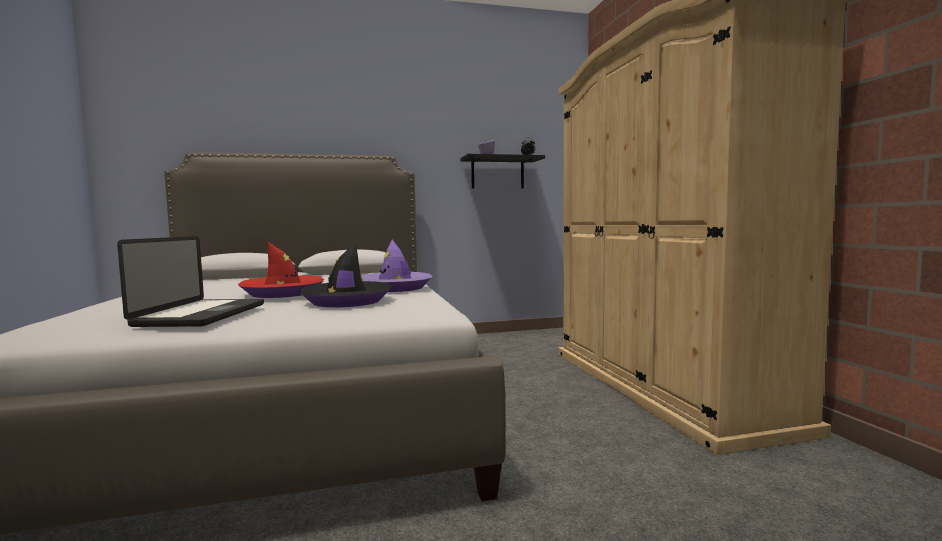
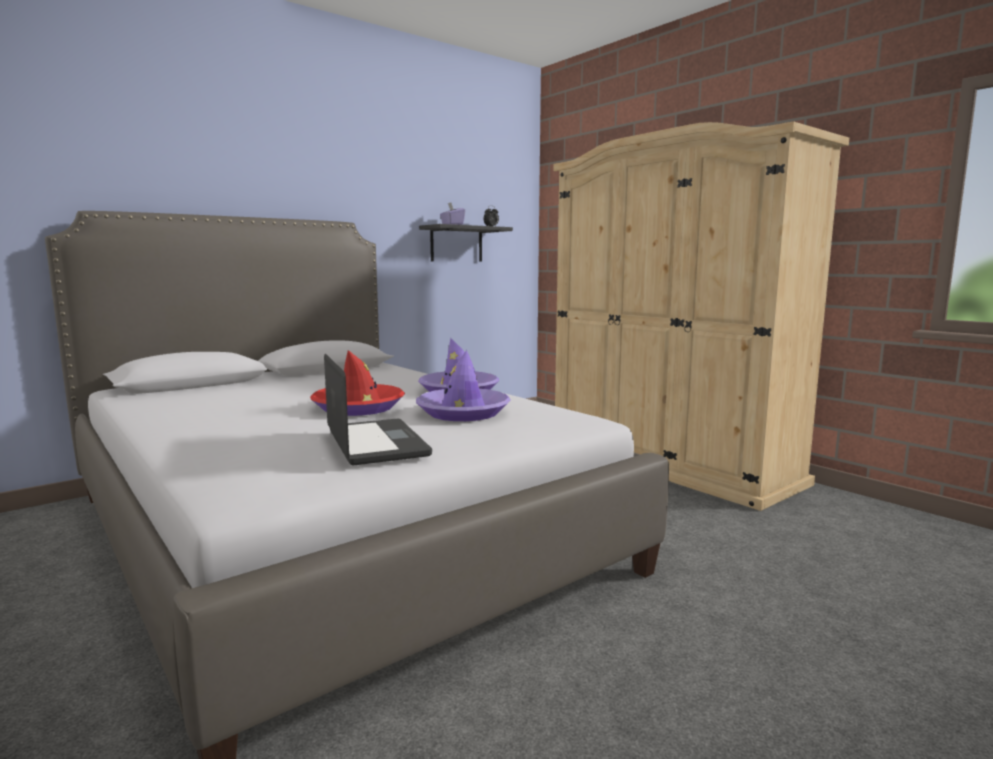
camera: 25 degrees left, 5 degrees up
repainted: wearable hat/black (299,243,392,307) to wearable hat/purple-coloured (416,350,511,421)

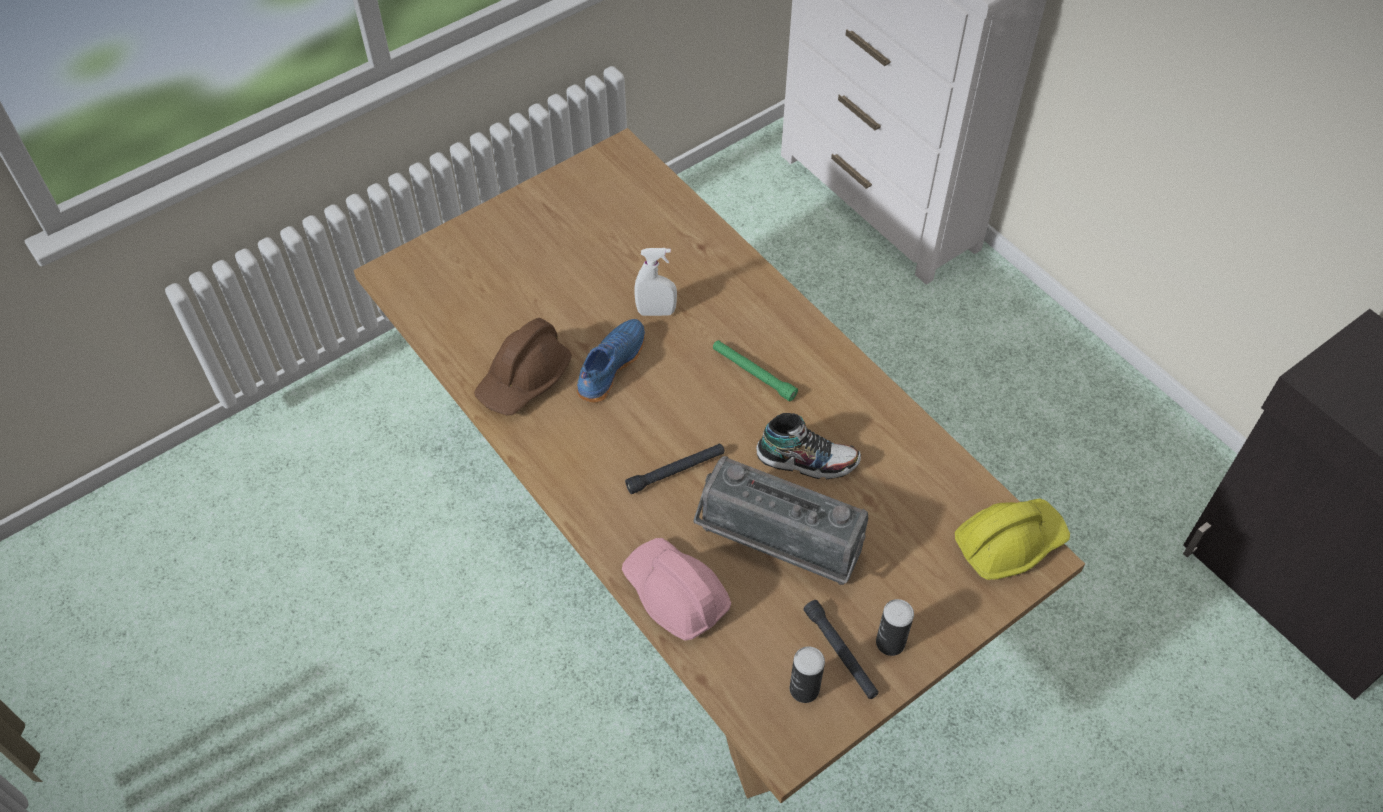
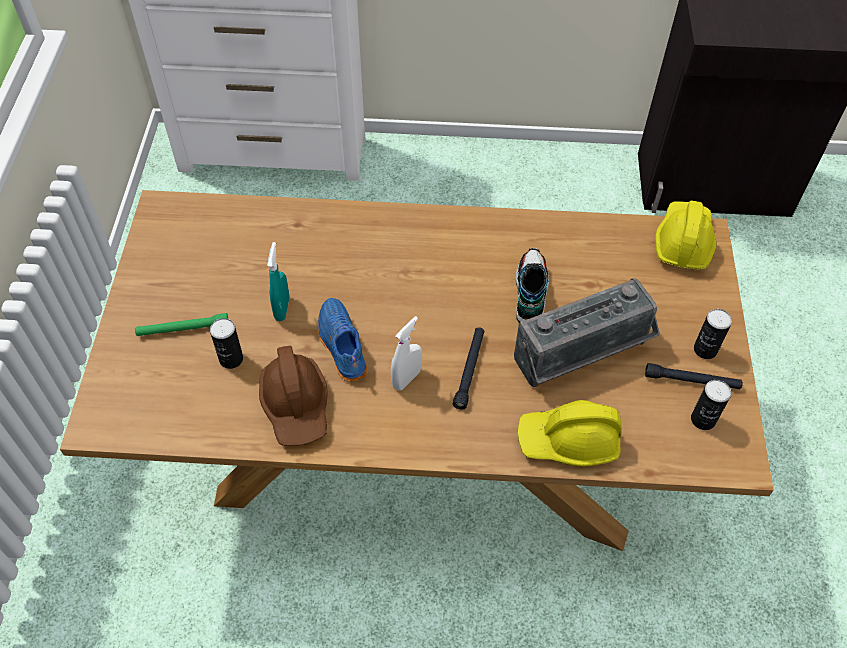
camera: 50 degrees left, 0 degrees up
new: spray bottle/blue-green (267,242,289,321); sealed can (210,318,243,369)
shifted: spray bottle/white-coloured (634,248,677,316) to (391,316,422,390); torch/green (713,340,798,401) to (135,313,228,336)
repainted: safety helmet/pinkish (622,538,731,641) to safety helmet/yellow-coloured (517,400,622,467)
rotated: low shoe (756,413,861,480) = (516,248,549,323) 45 degrees counterclockwise

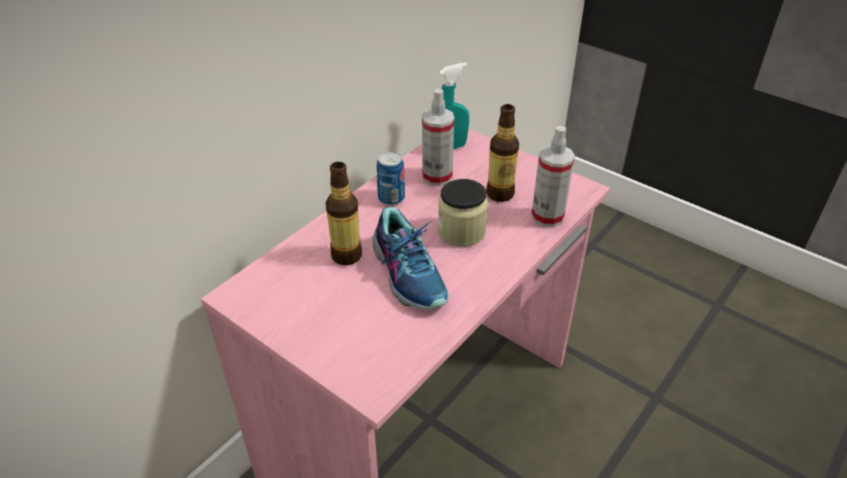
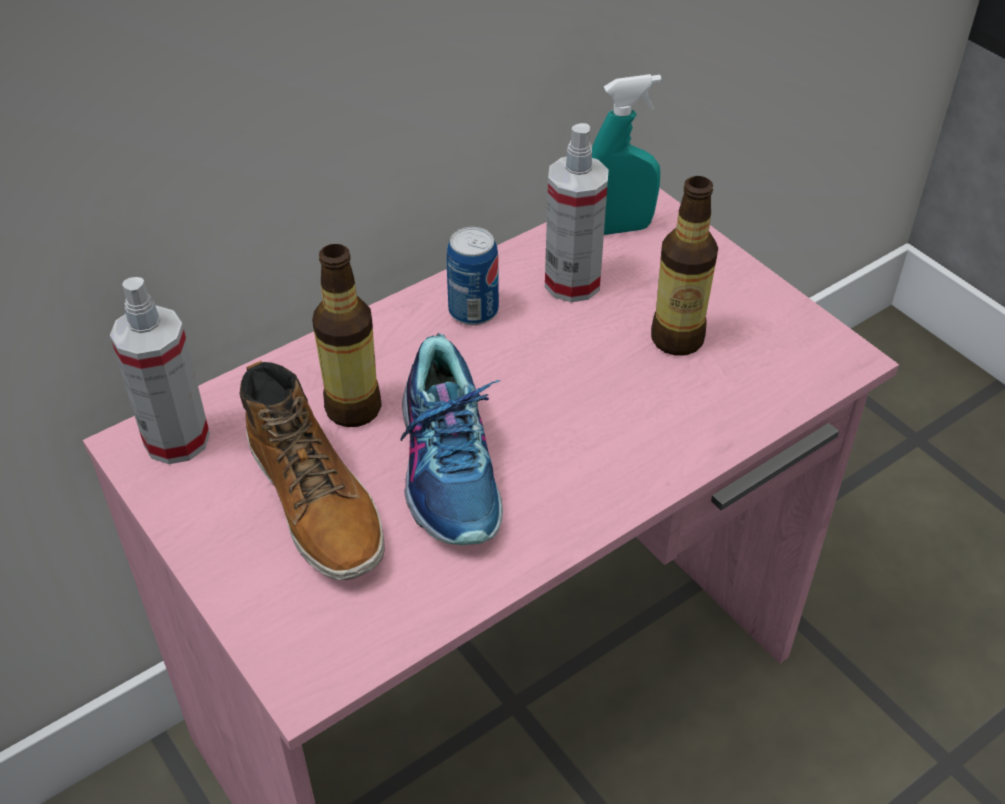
camera: 15 degrees right, 5 degrees up
gone: preserve jar (438,179,488,247)
new: boot (240,361,385,580)
shifted: spray bottle (531,126,575,227) to (110,277,210,464)

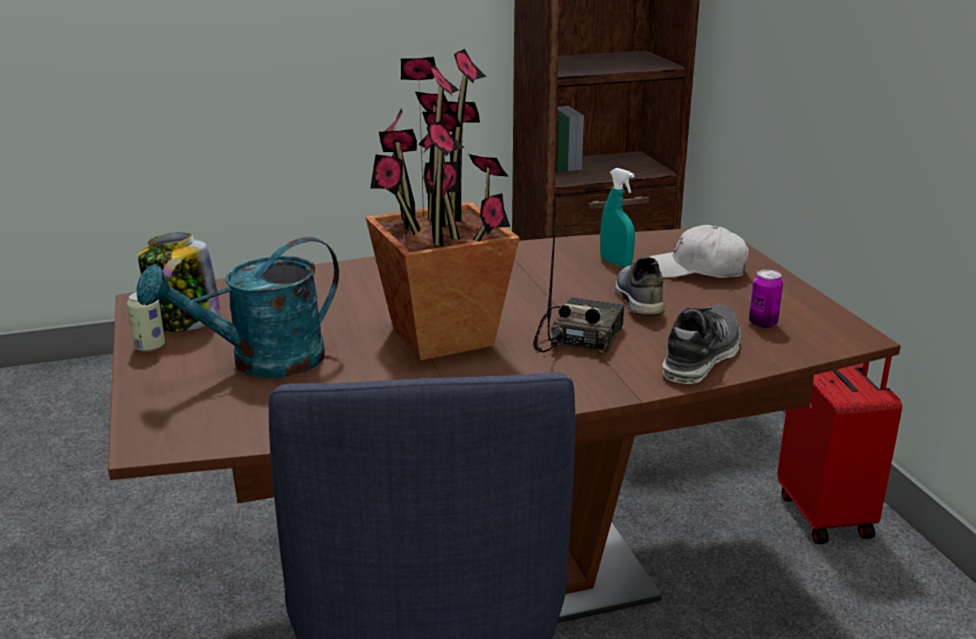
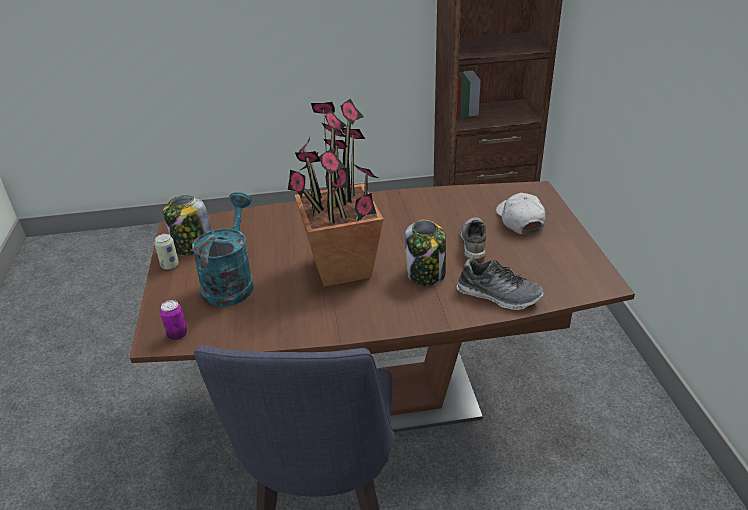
camera: 10 degrees right, 10 degrees up
gone: spray bottle/blue-green (600,168,635,267); suitcase/reddish (777,356,902,544)
shifted: sealed can (749,269,783,329) to (160,300,187,340)
swapped: radio set (533,225,625,355) to preserve jar (405,220,446,286)
rotated: peaked cap/white-coloured (650,224,749,278) = (496,193,546,234) 60 degrees clockwise; watering pot/blue-green (136,237,339,378) = (192,192,254,307) 120 degrees clockwise; low shoe (662,305,741,384) = (456,258,544,310) 75 degrees clockwise

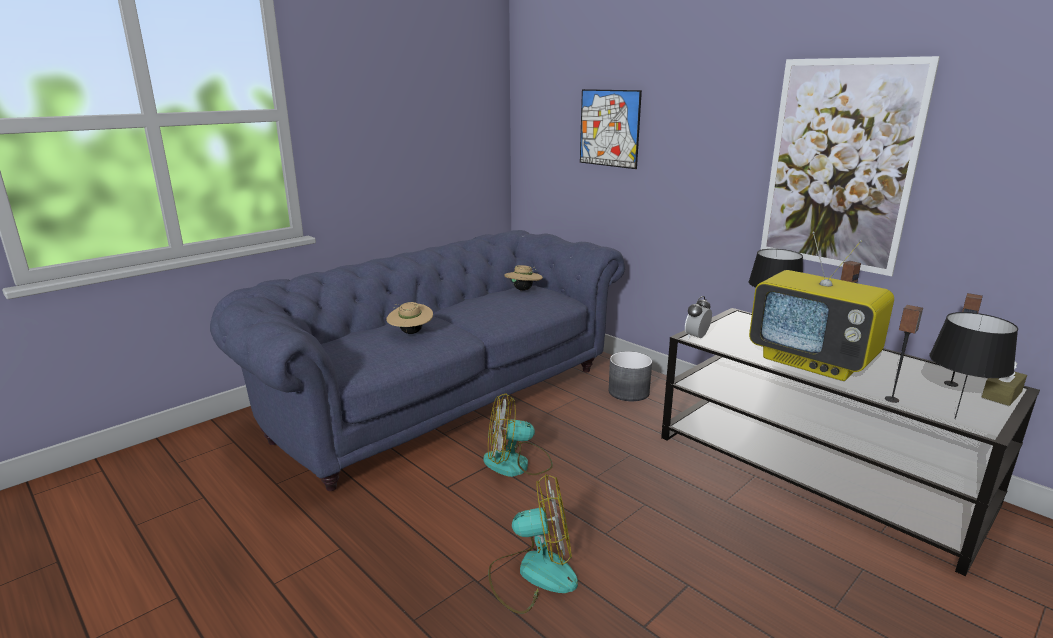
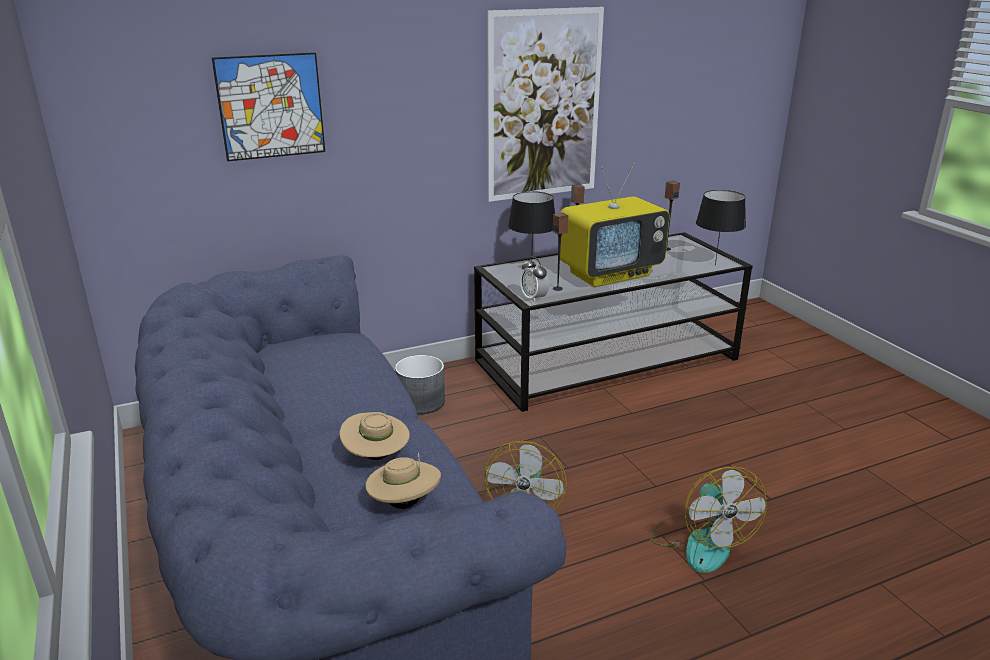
camera: 70 degrees left, 5 degrees up
gone: tissue holder/brown-coloured (982,361,1027,406)
shifted: wearable hat/beige (504,265,543,291) to (366,452,441,509); loudspeaker (885,305,923,403) to (553,213,568,291)
rotated: electric fan (488,474,578,614) = (650,467,767,573) 150 degrees clockwise

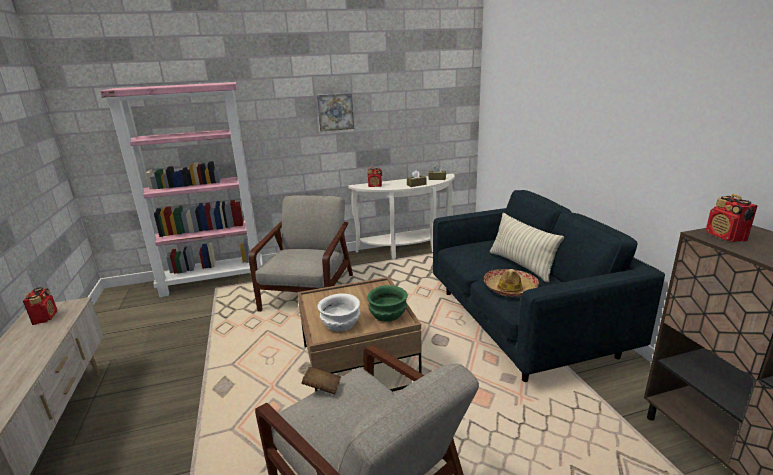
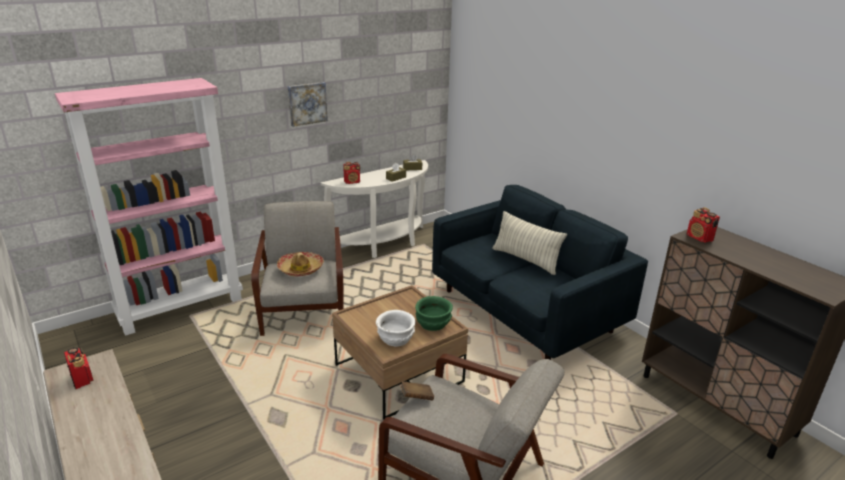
camera: 20 degrees left, 5 degrees up
shifted: wearable hat (484,269,539,297) to (277,252,324,277)

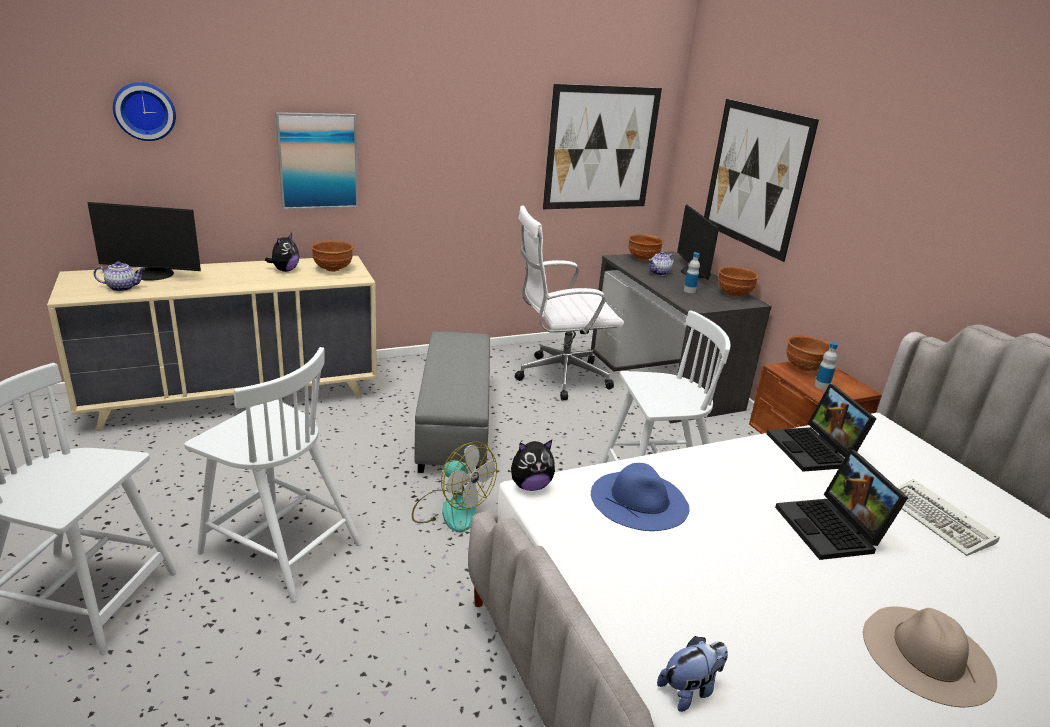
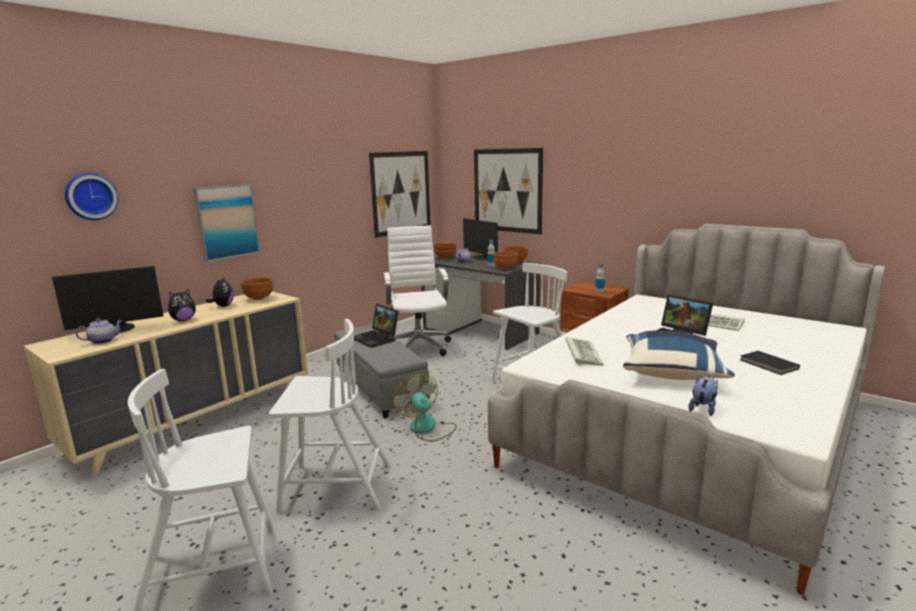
camera: 25 degrees left, 10 degrees down
new: pillow/blue-coloured (623,330,735,380)
shifted: bowl/brown-coloured (786,335,830,371) to (492,251,518,269); laptop (767,384,877,472) to (354,304,399,348); cuddly toy (511,440,555,491) to (168,289,196,321)
swapped: wearable hat/blue-coloured (591,463,690,531) to PC keyboard (566,337,604,366); wearable hat/beige (863,607,997,707) to book/black (740,351,800,375)
rotated: computer chair/white-coloured (515,206,624,400) = (383,225,451,356) 120 degrees clockwise; electric fan (412,441,497,532) = (393,374,457,442) 135 degrees counterclockwise

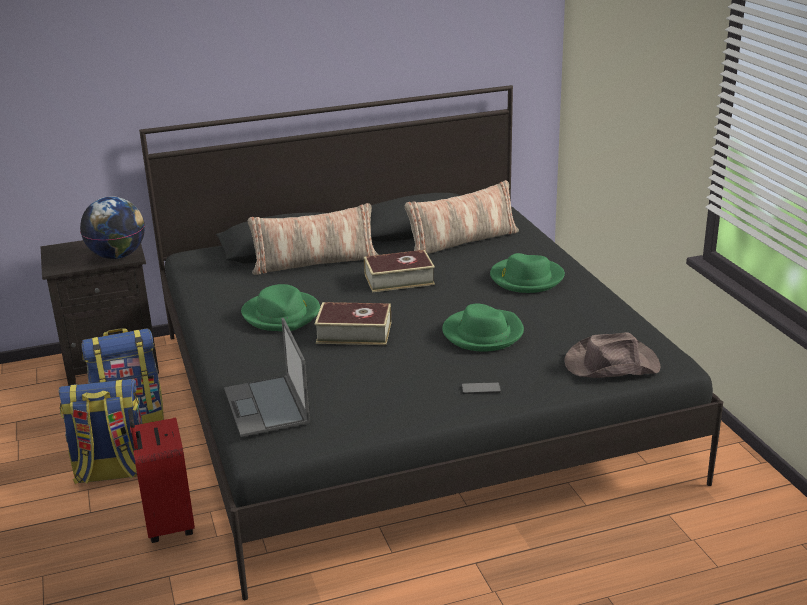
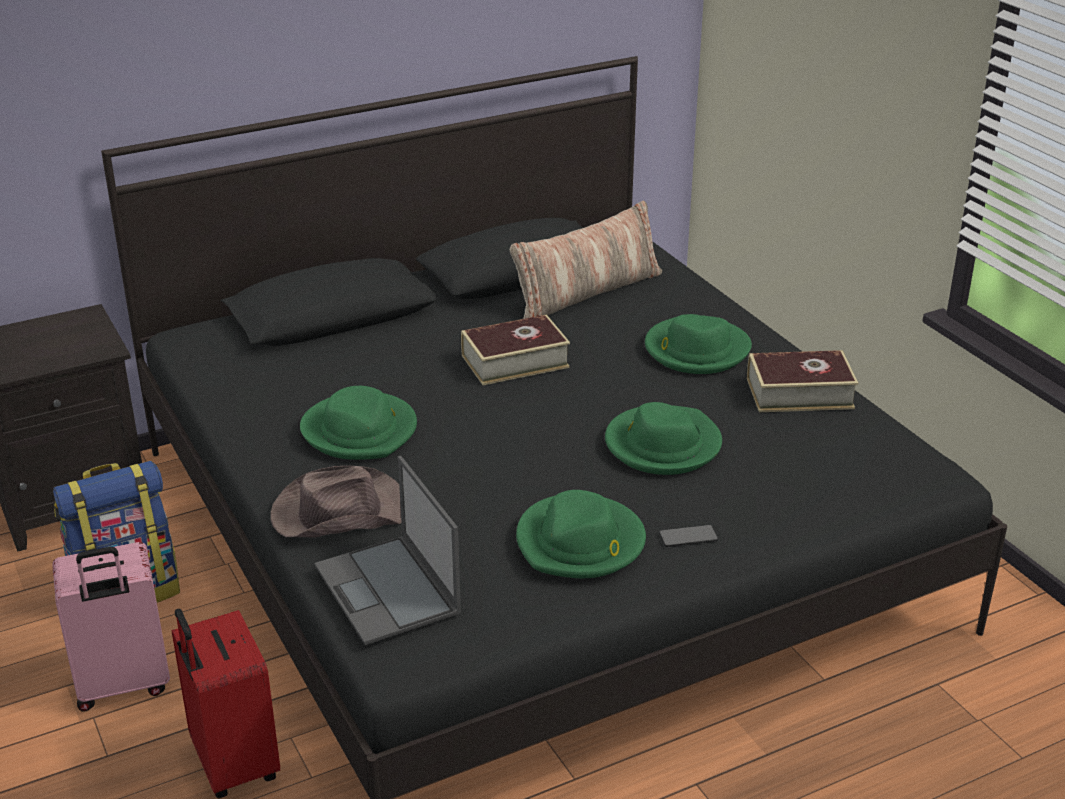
camera: 10 degrees left, 5 degrees up
gone: world globe (80,196,145,259); pillow (248,203,378,275)
new: wearable hat/green (516,490,646,578)
shifted: book (314,302,391,345) to (747,350,858,412); wearable hat/brown-coloured (564,332,660,378) to (270,466,402,538)
swapped: knapsack (59,379,142,484) to suitcase/pinkish (52,542,170,712)

